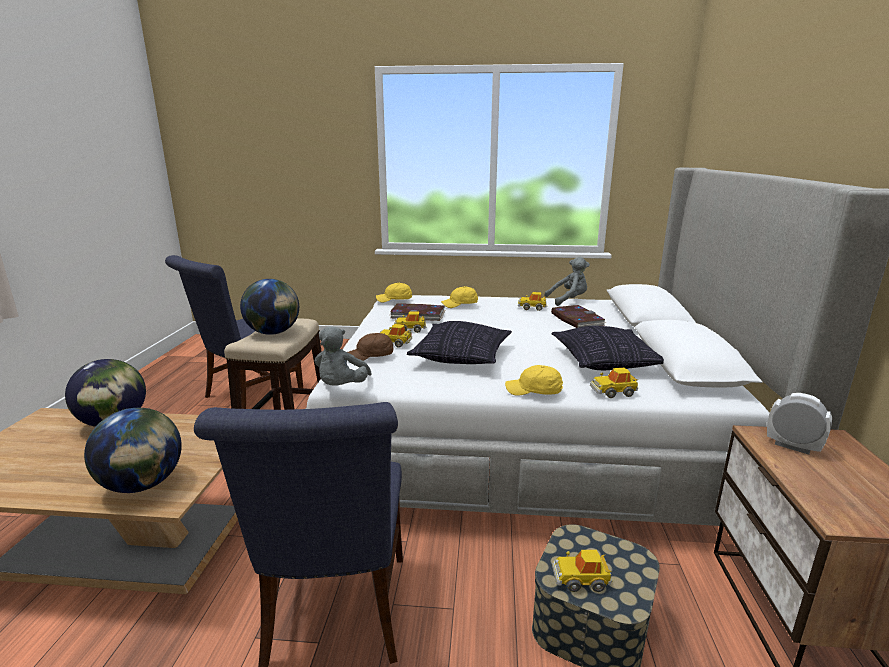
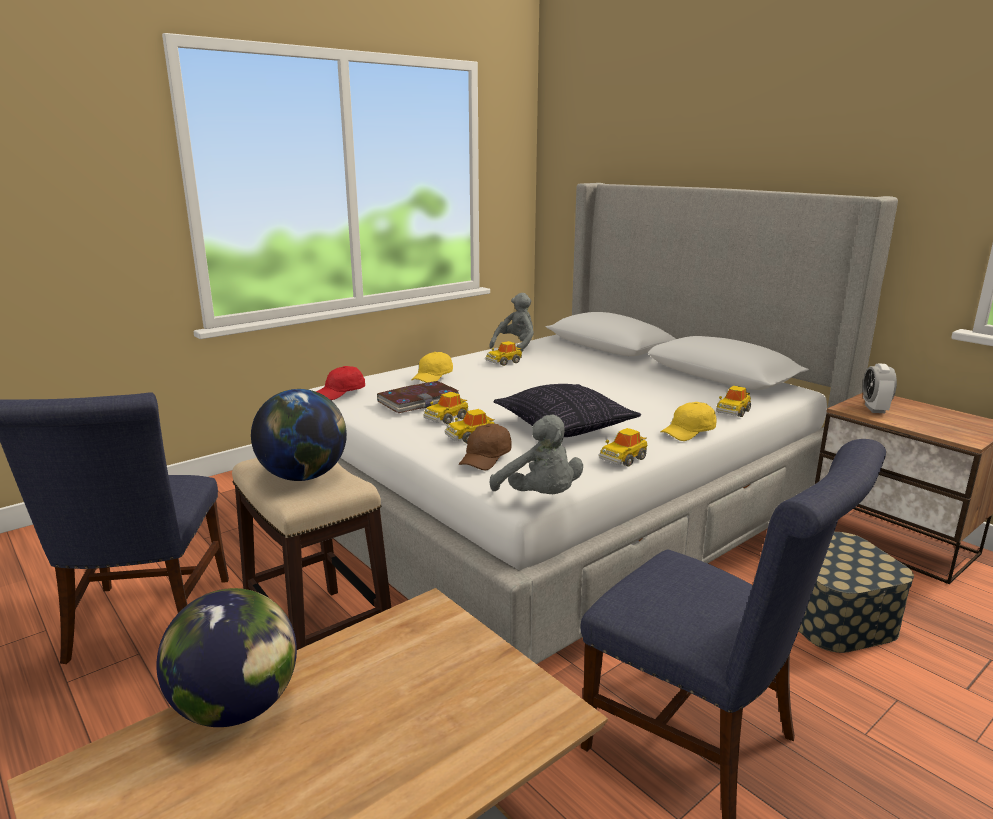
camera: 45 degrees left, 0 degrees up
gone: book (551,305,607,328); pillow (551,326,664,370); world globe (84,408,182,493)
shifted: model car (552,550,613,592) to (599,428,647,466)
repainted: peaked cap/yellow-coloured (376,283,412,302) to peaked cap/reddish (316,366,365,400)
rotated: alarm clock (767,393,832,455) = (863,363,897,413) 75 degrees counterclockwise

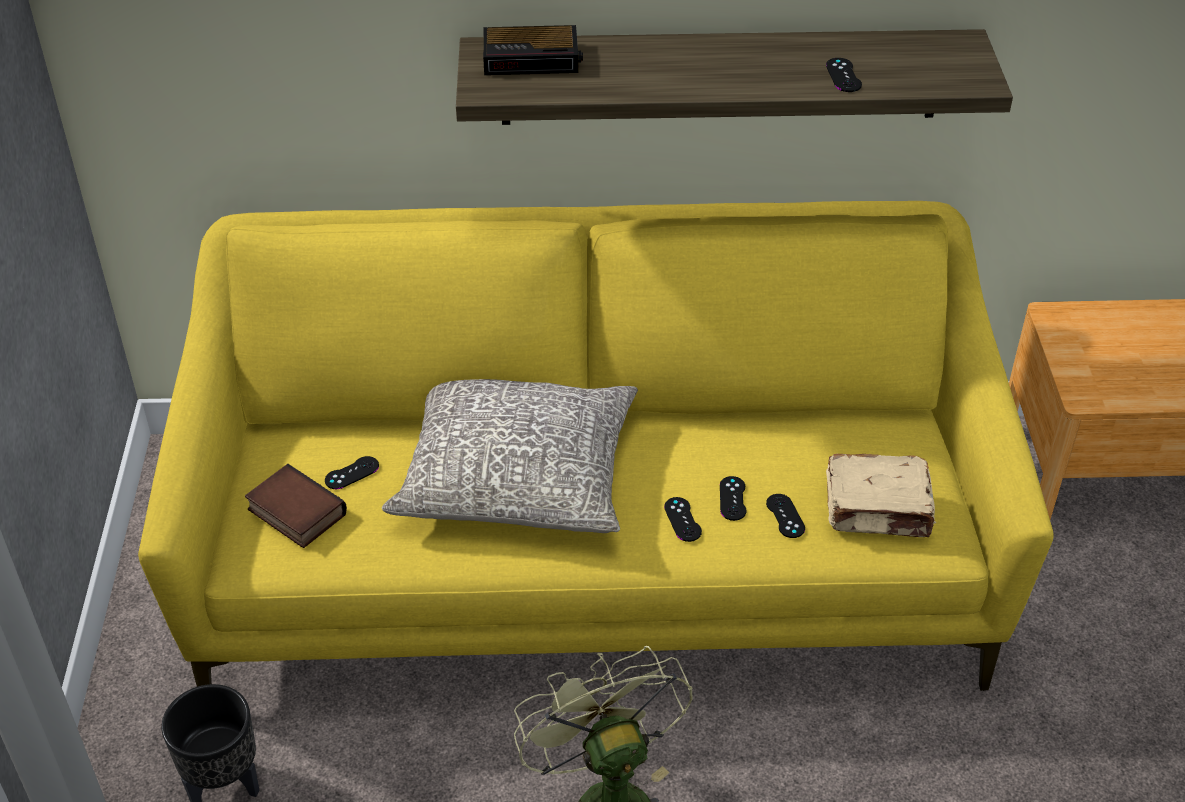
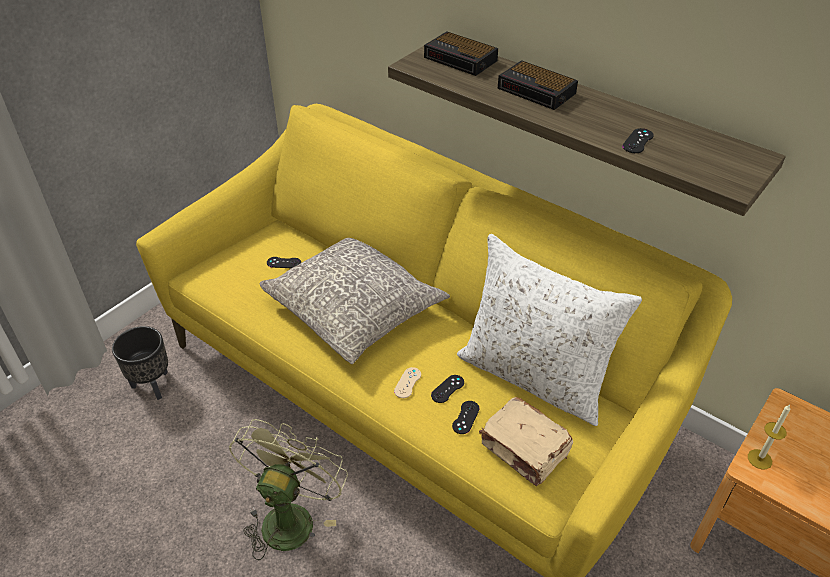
camera: 40 degrees right, 0 degrees up
gone: book (245,464,347,548)
new: alarm clock (498,60,578,110); pillow/white-coloured (457,234,642,426); wax light (748,405,791,469)
repainted: joypad/black (664,497,702,542) to joypad/beige (394,367,421,398)

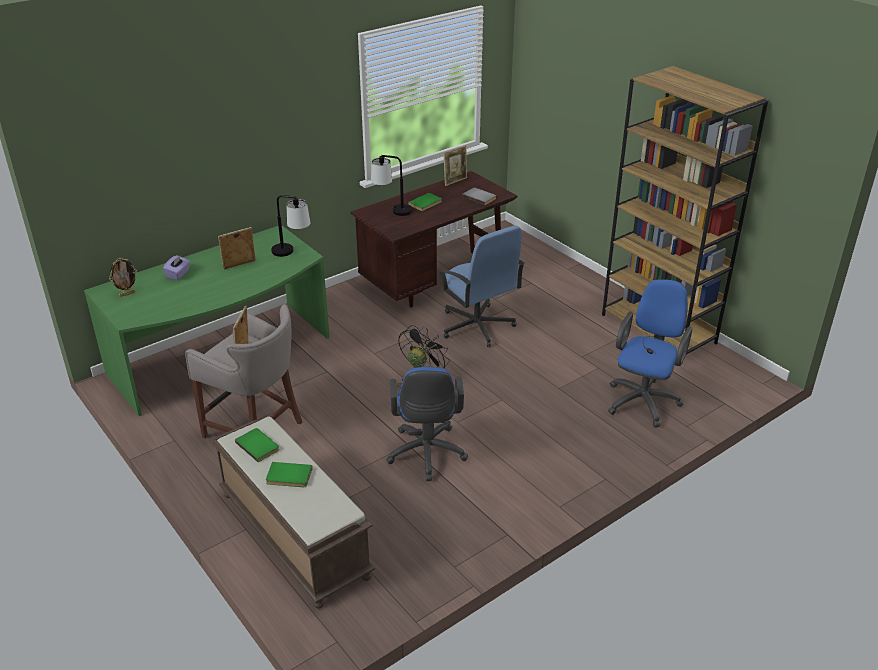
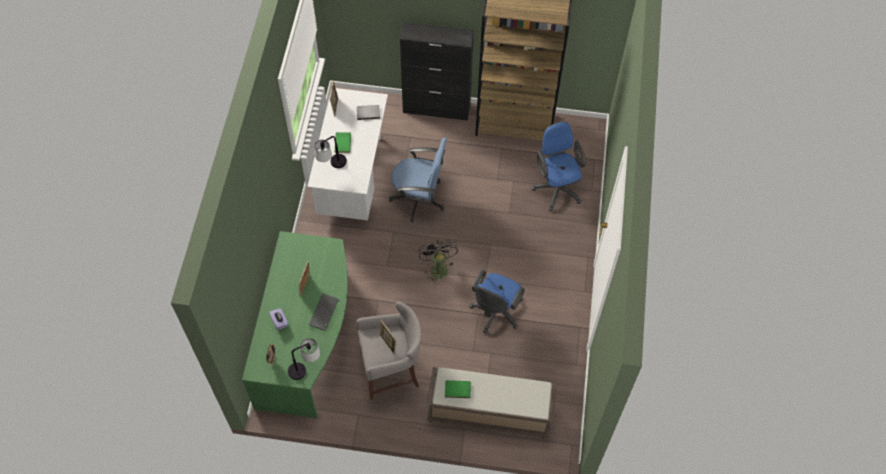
camera: 45 degrees left, 25 degrees up
gone: book/green (266,462,313,487)
new: cupboard/black (400,22,474,121); PC keyboard (309,293,339,331)
shifted: tabletop lamp (271,195,311,257) to (288,338,320,380)
repainted: desk/brown-coloured (350,171,518,307) to desk/white-coloured (307,88,388,220)
rotated: computer chair/blue-coloured (386,367,468,481) = (469,270,525,333) 75 degrees clockwise

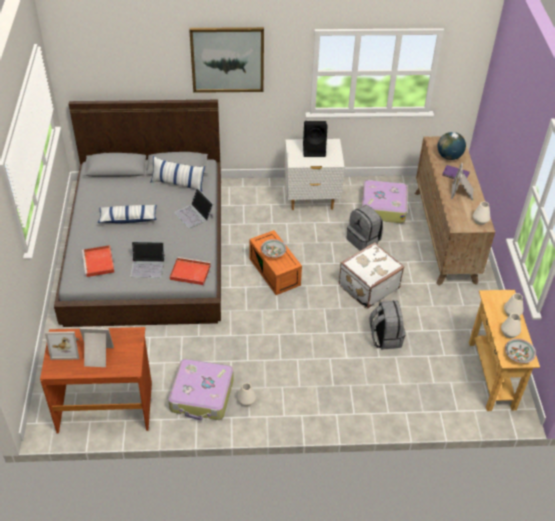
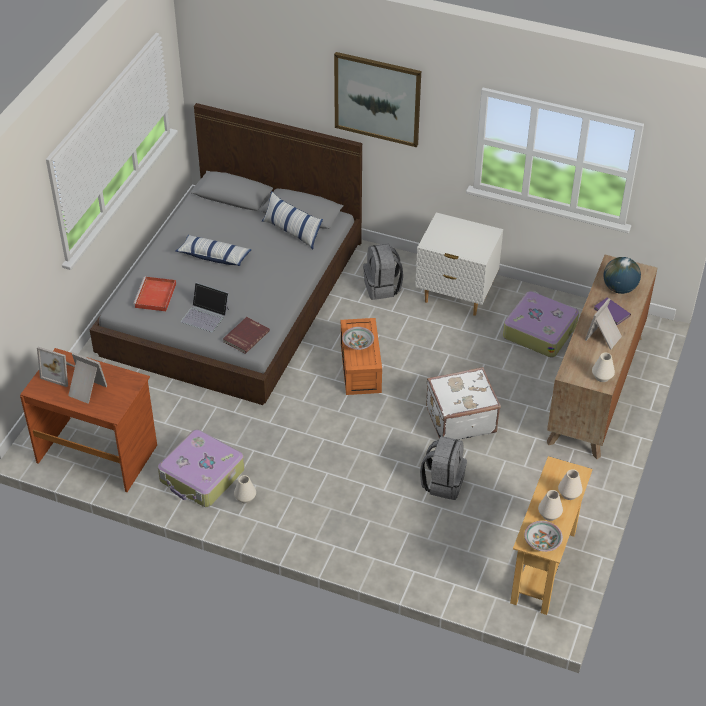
camera: 25 degrees right, 0 degrees up
gone: loudspeaker/black (303,121,328,157); laptop (174,188,213,229)
shifted: knapsack/greyish (347,205,383,251) to (363,243,403,300)
swapped: tray/reddish (170,257,211,285) to book/reddish (223,317,270,354)

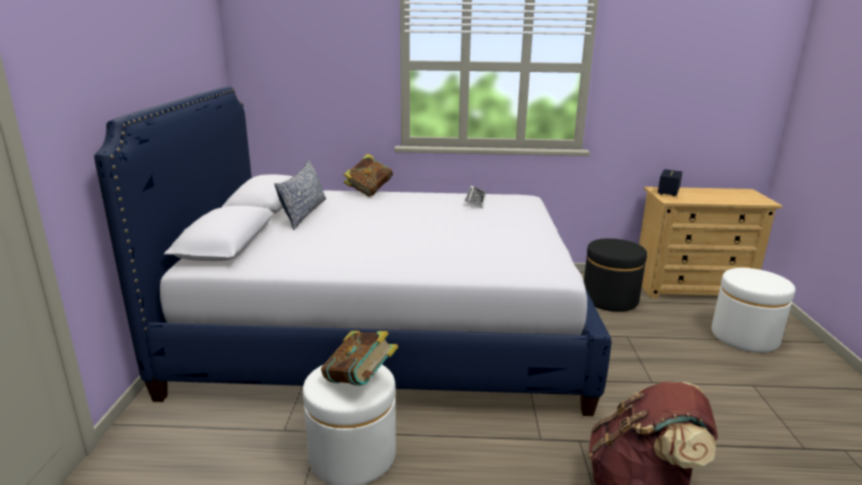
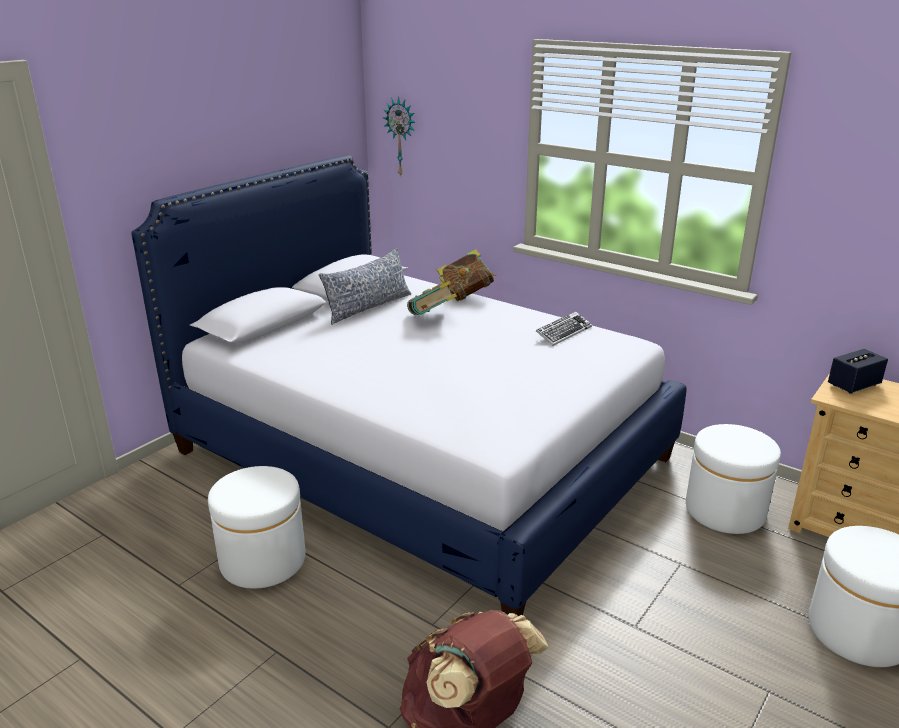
camera: 35 degrees right, 5 degrees up
new: hanging clock (383,97,415,177)
shifted: book (321,331,399,386) to (407,281,457,315)
repainted: footrest/black (584,238,647,312) to footrest/white-coloured (686,424,781,534)

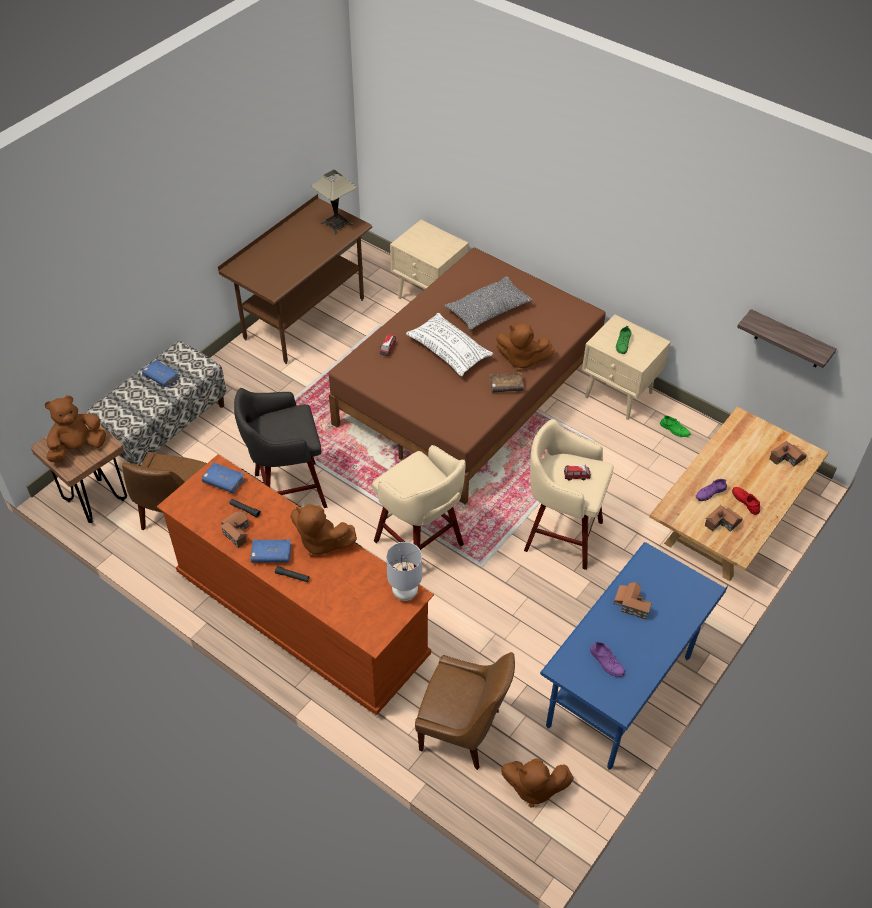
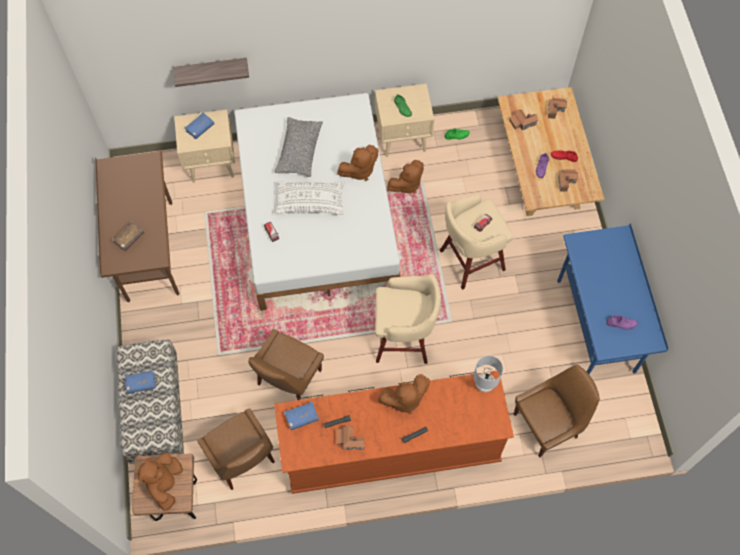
camera: 45 degrees left, 15 degrees up
gone: tabletop lamp (311,170,357,234)
shifted: wall shelf (737,309,836,368) to (173,58,249,87); book/brown-coloured (489,372,524,393) to (112,221,144,251); book/blue-coloured (250,539,292,563) to (185,113,214,139); toy house (614,582,652,620) to (509,110,538,130); cuddly toy/brown-coloured (501,758,574,807) to (387,160,424,194)
swapped: stool seat/greyish (234,388,327,508) to plain chair/brown-coloured (248,329,324,400)
repainted: bed/brown-coloured (329,248,606,504) to bed/white-coloured (234,93,400,311)

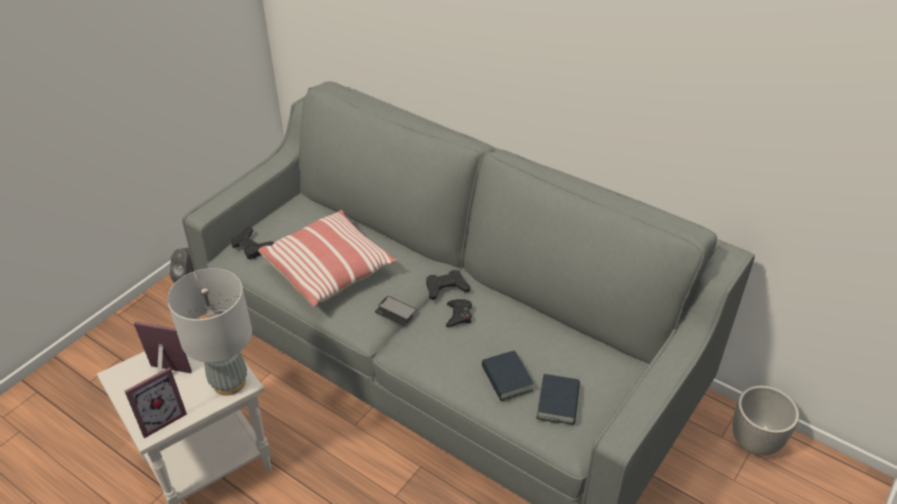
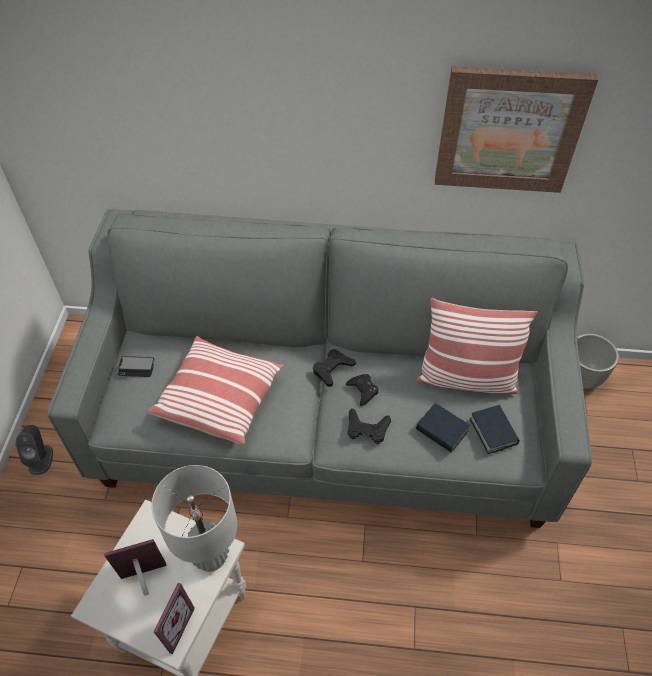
camera: 30 degrees left, 10 degrees up
new: wall art (435,66,598,193); pillow (416,298,538,394)
shifted: joypad/black (230,226,274,260) to (348,409,391,444); telephone (375,296,416,326) to (118,356,154,377)

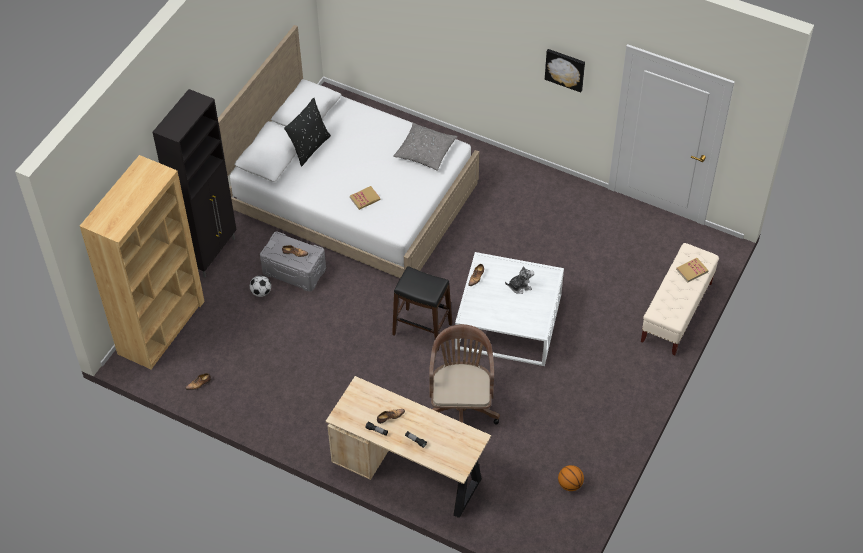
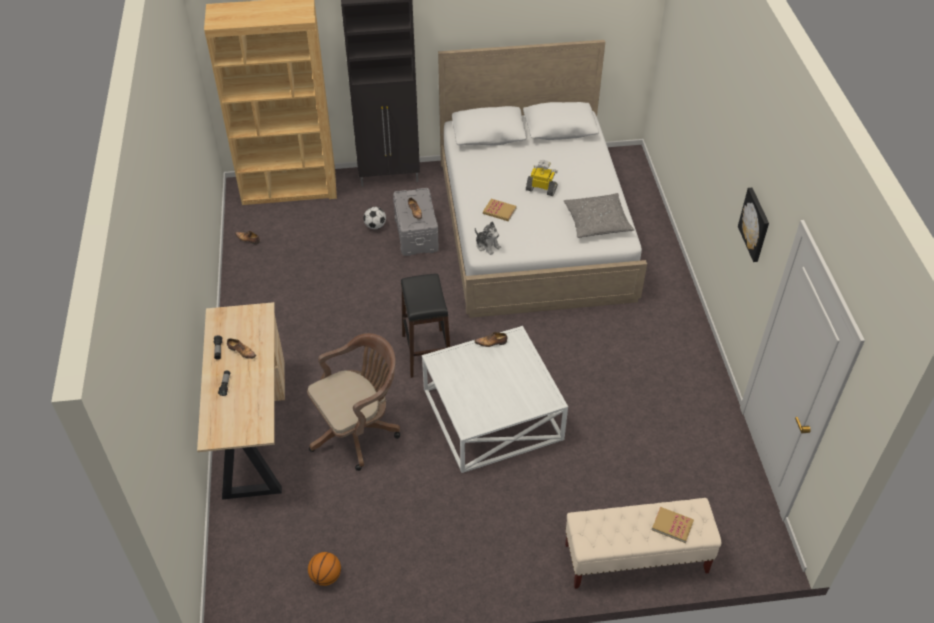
camera: 55 degrees right, 5 degrees down
gone: pillow/black (284,98,331,166)
new: robot figure (526,160,558,196)
shifted: cuddly toy (505,266,534,294) to (475,222,501,255)

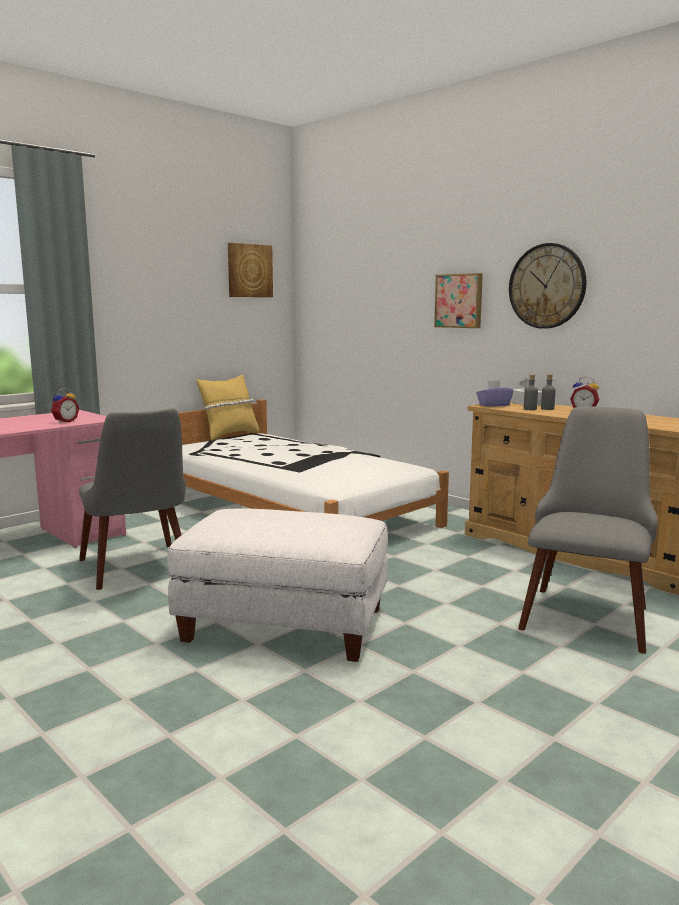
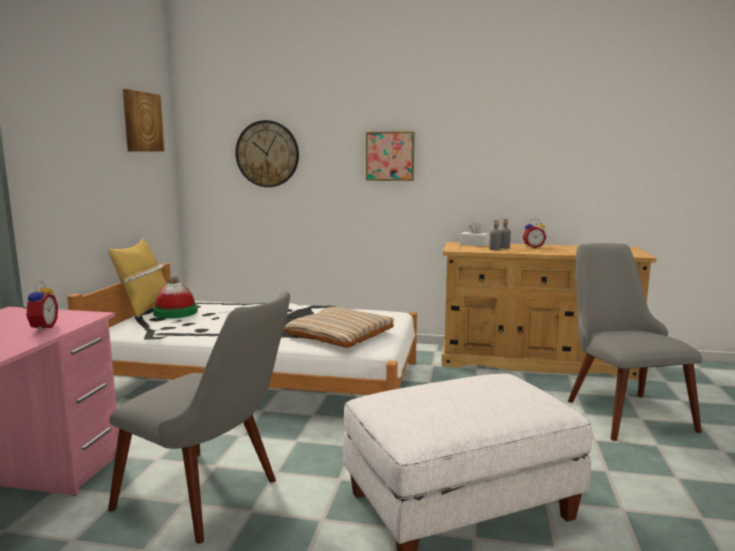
camera: 35 degrees left, 0 degrees up
gone: tissue holder/purple-coloured (476,380,513,407)
new: wearable hat (153,276,198,319); pillow/beige (284,307,394,348)
shifted: hanging clock (509,243,587,329) to (235,120,299,187)

